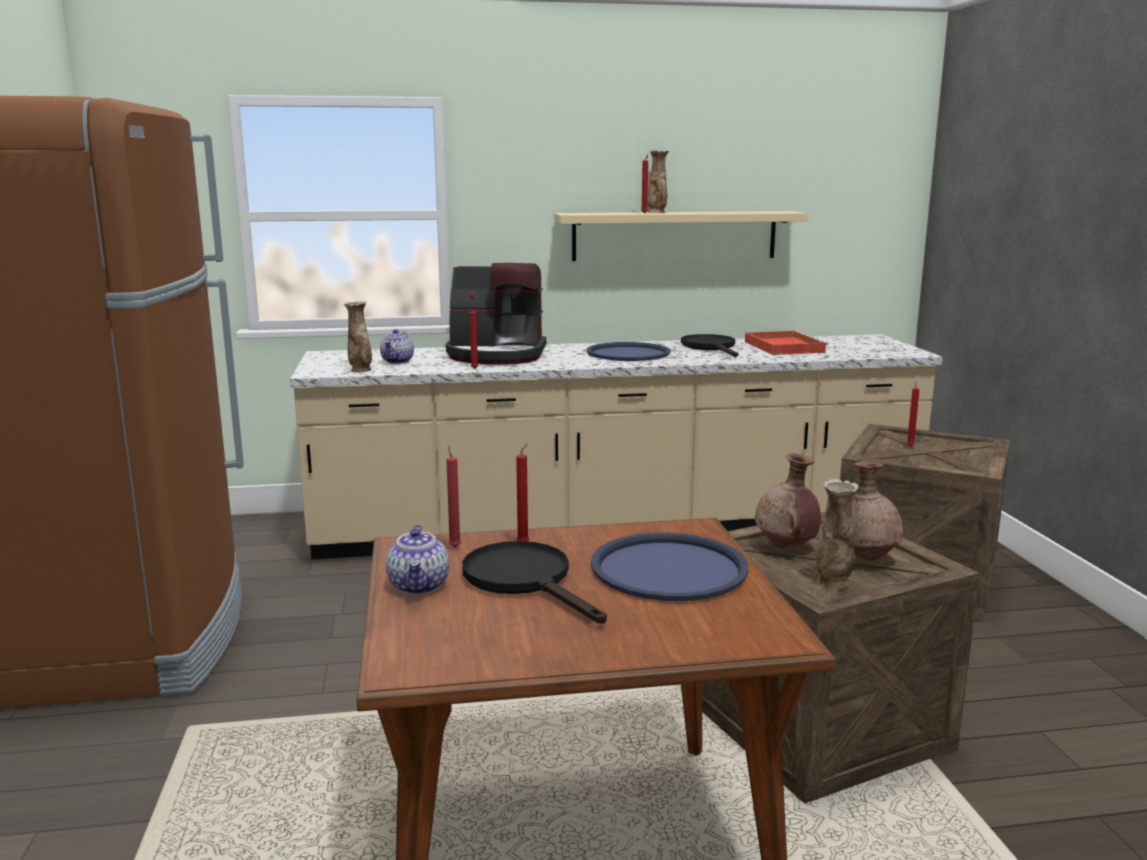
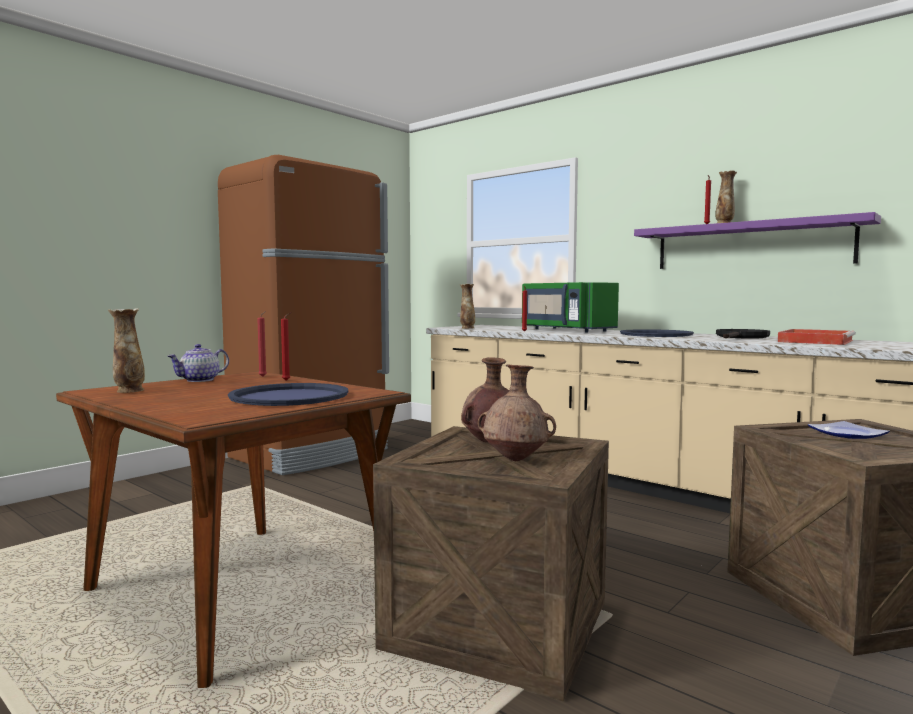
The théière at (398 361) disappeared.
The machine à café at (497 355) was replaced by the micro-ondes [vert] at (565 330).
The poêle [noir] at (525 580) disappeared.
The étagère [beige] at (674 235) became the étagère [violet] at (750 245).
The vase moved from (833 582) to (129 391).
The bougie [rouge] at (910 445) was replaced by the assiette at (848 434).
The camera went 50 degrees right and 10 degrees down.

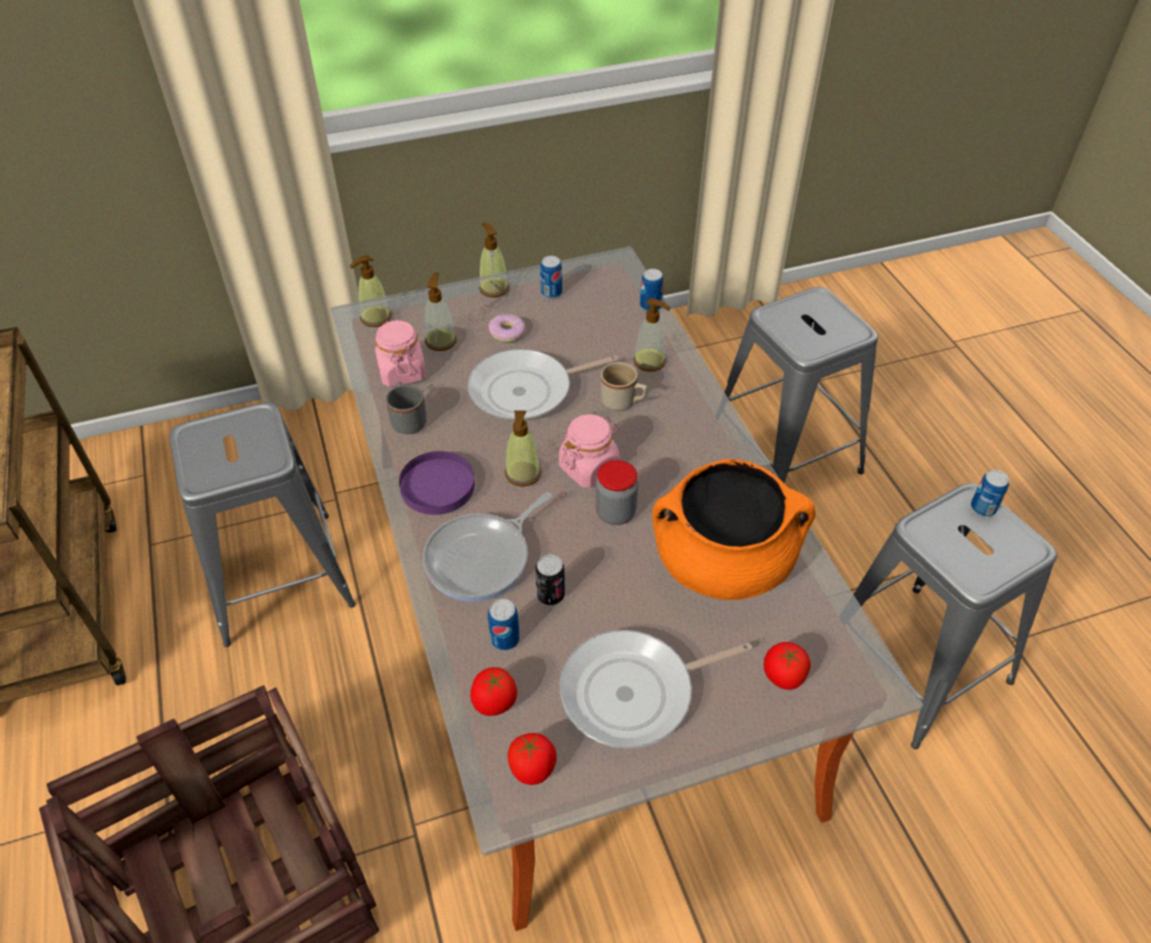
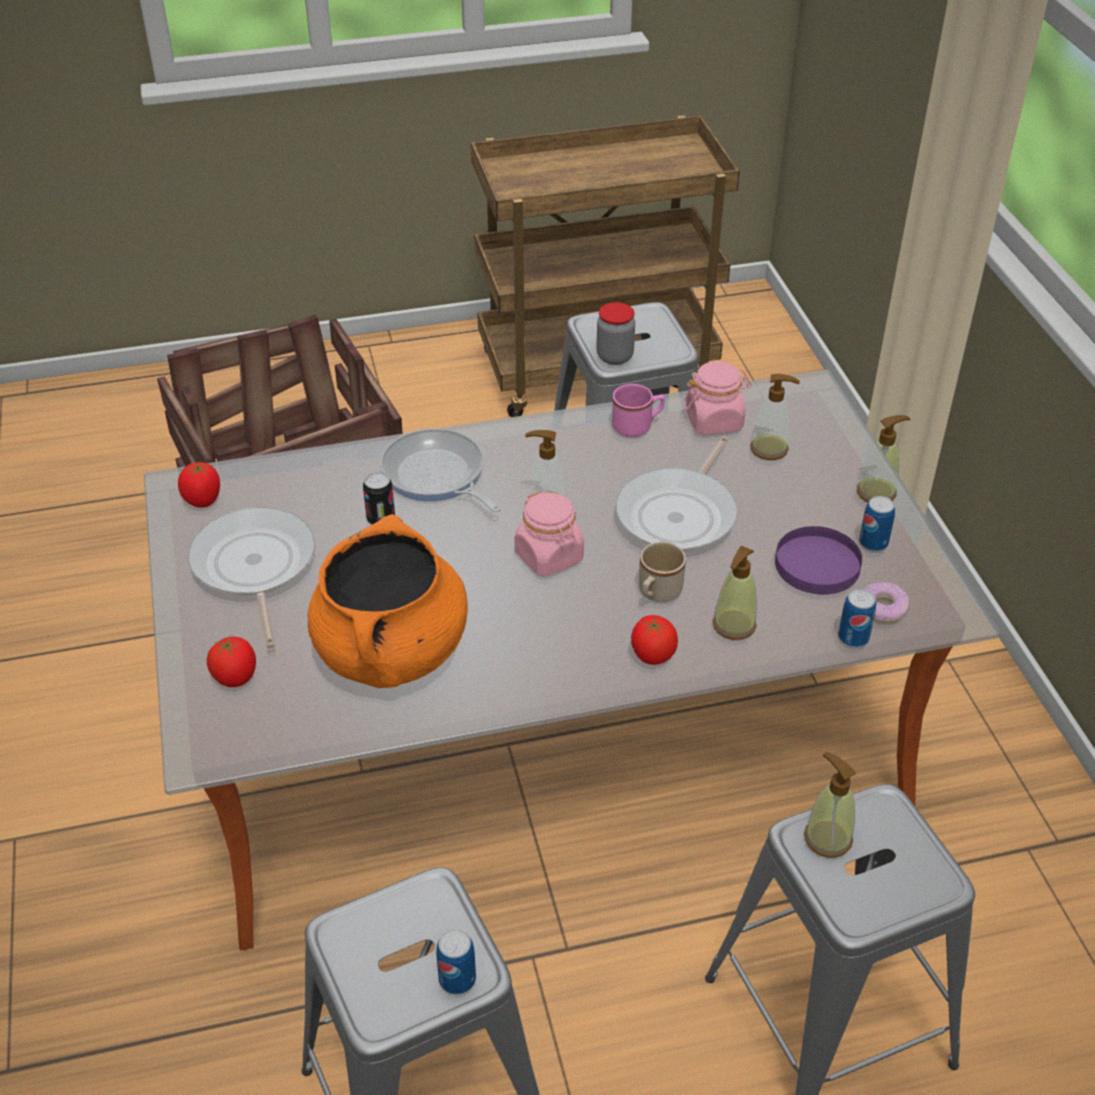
The distributeur de savon moved from (375 318) to (827 838).
The mug [gris] at (408 419) became the mug [rose] at (637 426).
The assiette [violet] moved from (438 485) to (818 564).
The poêle at (526 391) turned 135 degrees counterclockwise.
The tomate moved from (494 703) to (652 655).
The beignet moved from (507 333) to (883 608).
The boîte métallique at (505 639) disappeared.
The bocal moved from (615 513) to (614 357).
The camera went 95 degrees right and 5 degrees down.

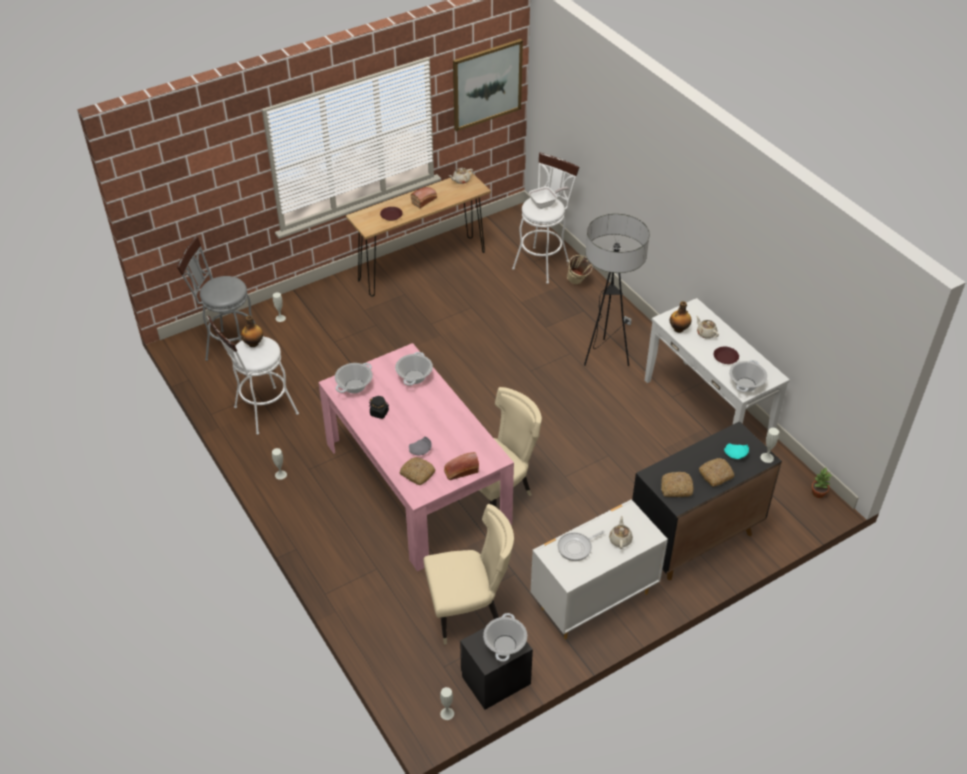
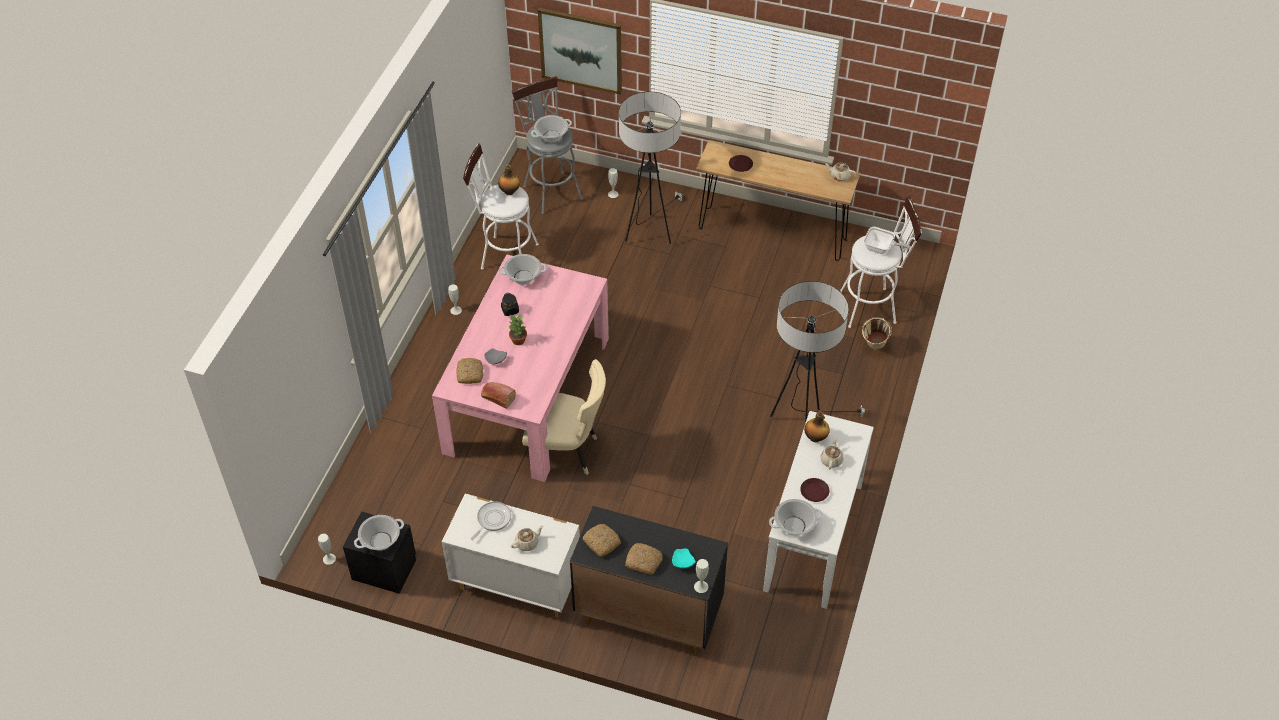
The marmite moved from (414 377) to (552 136).
The pain at (425 200) disappeared.
The chaise [beige] at (469 610) disappeared.
The tableau moved from (487 84) to (581 50).
The poêle at (576 547) turned 105 degrees clockwise.
The plante en pot moved from (818 493) to (518 340).
The lampadaire at (650 234) appeared.
The camera went 50 degrees right and 5 degrees up.

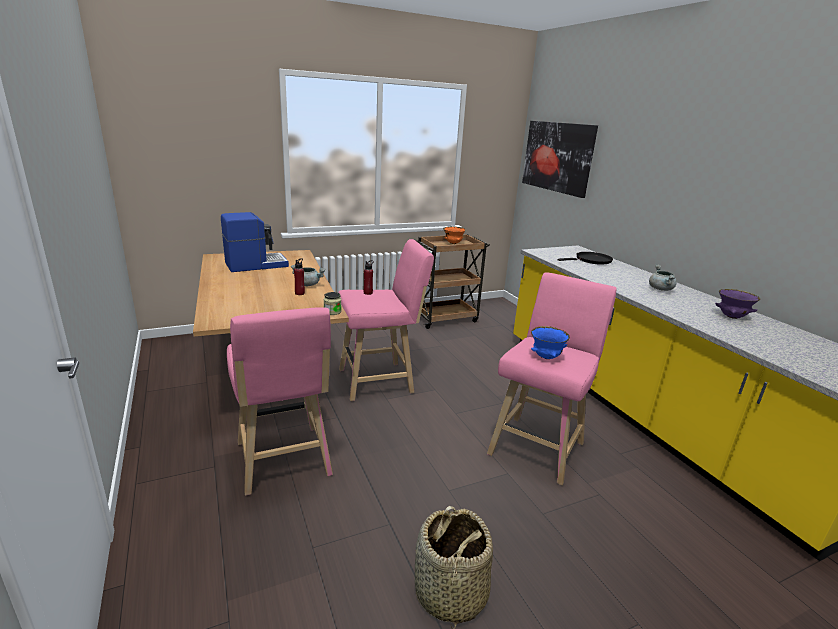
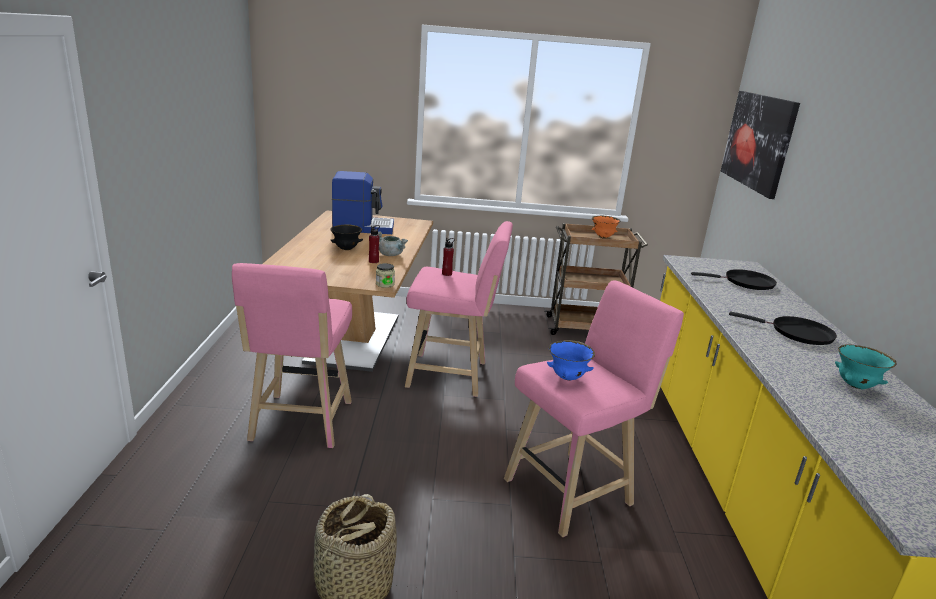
The marmite [gris] at (661 289) was replaced by the poêle [noir] at (797 333).
The bol [violet] at (732 317) became the bol [turquoise] at (856 386).
The bol [noir] at (346 249) appeared.
The camera went 25 degrees right and 0 degrees up.

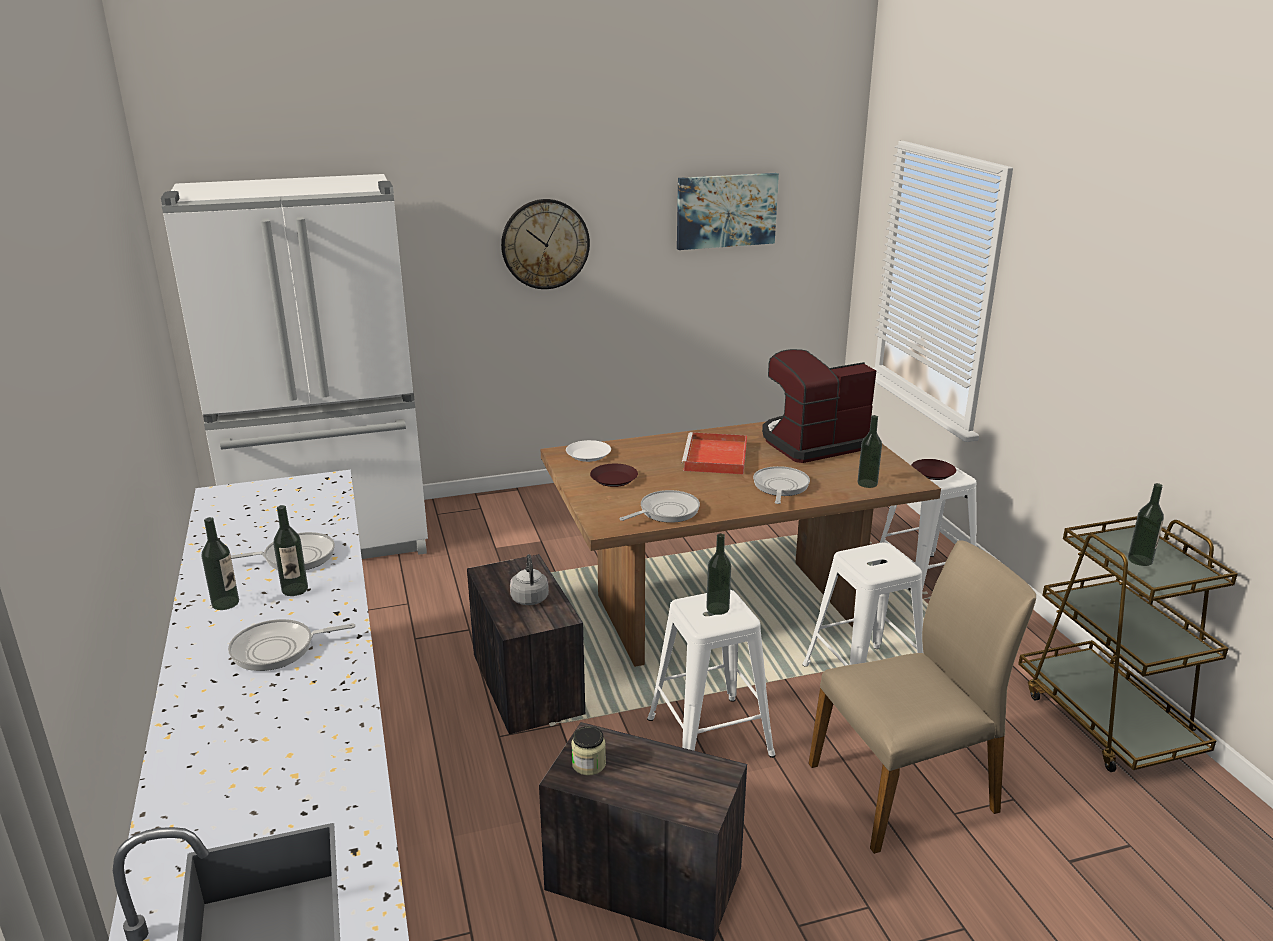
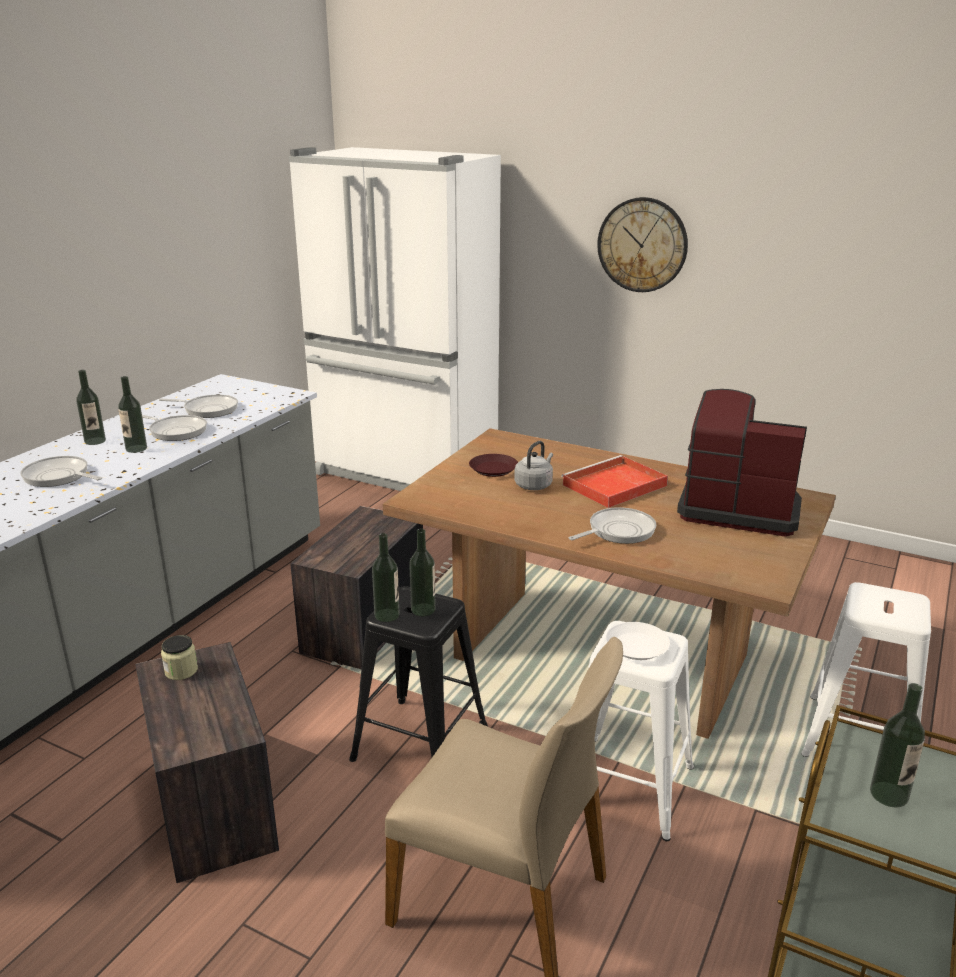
The bouilloire [gris] moved from (529 597) to (534 485).
The assiette [blanc] moved from (588 455) to (636 646).
The poêle moved from (666 511) to (208 409).
The tabouret [blanc] at (709 737) became the tabouret [noir] at (418 743).
The tableau at (726 210) disappeared.
The bouteille moved from (867 483) to (387 615).
The assiette [marron] at (932 473) disappeared.
The camera went 45 degrees right and 0 degrees up.

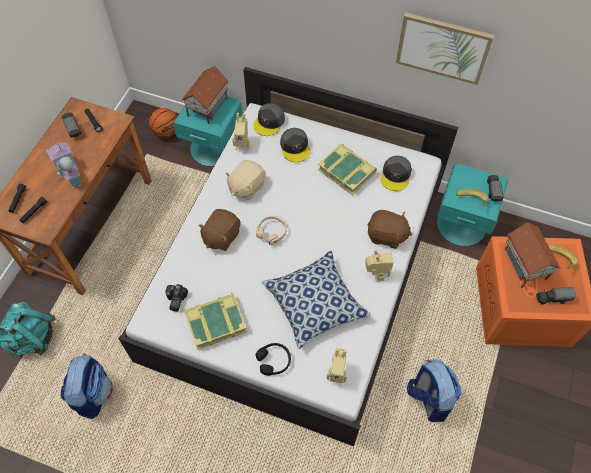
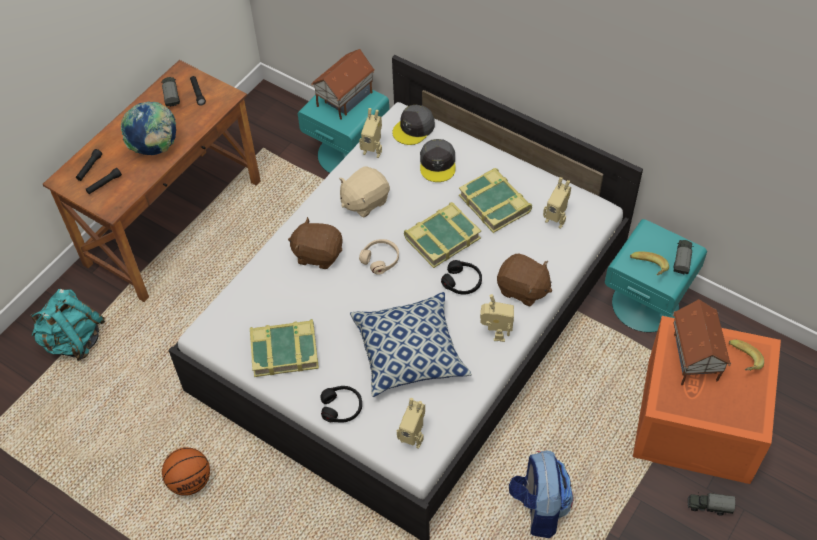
The maison miniature at (70 174) was replaced by the globe at (155 148).
The sac à dos at (93 394) disappeared.
The ballon de basket moved from (166 132) to (190 481).
The appareil photo at (175 300) disappeared.
The peluche [marron] at (221 236) turned 60 degrees clockwise.
The casquette [gris] at (396 175) was replaced by the robot jouet at (556 219).
The tableau at (443 47) disappeared.
The camion jouet moved from (552 298) to (709 506).
The livre at (441 238) appeared.
The casque audio [noir] at (462 282) appeared.
The camera went 15 degrees right and 5 degrees down.

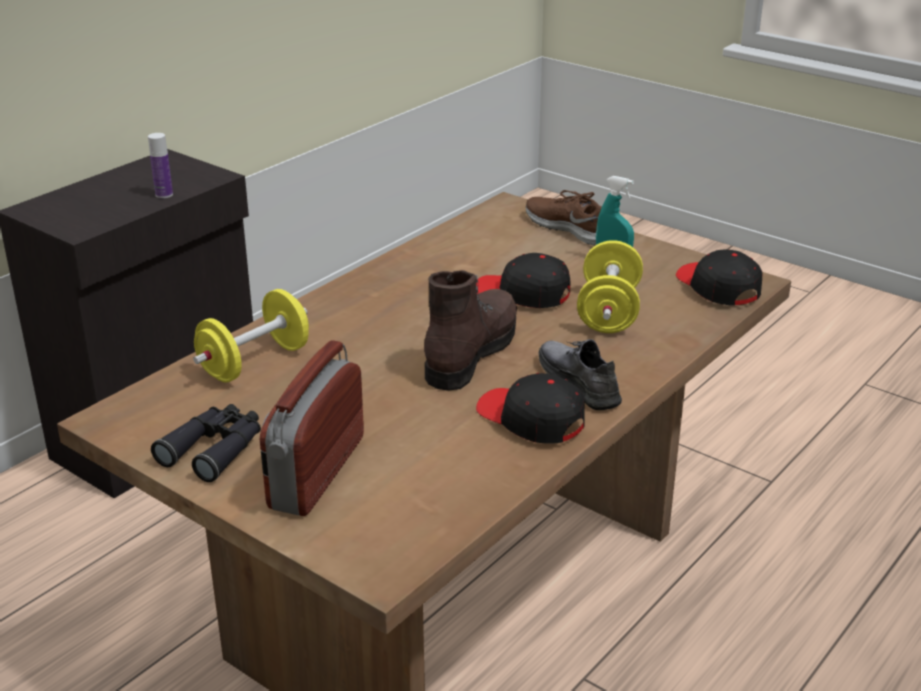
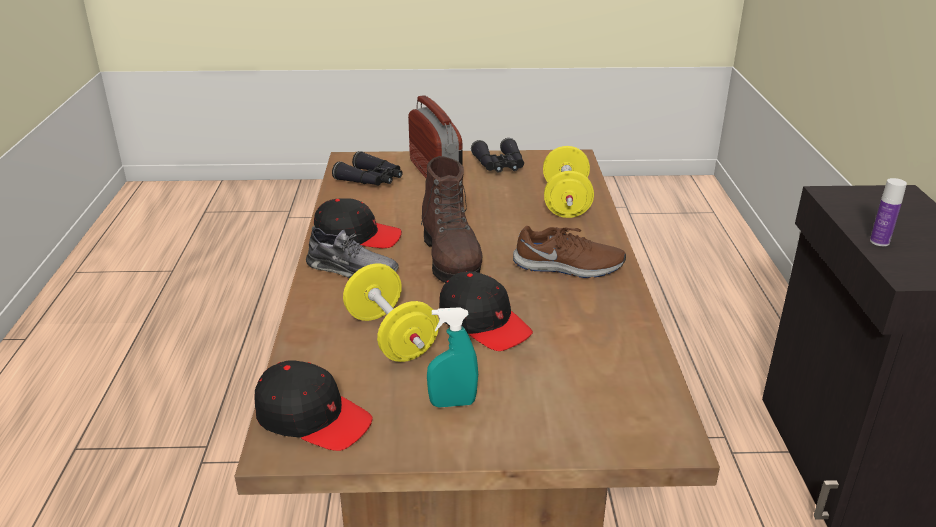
The casquette [noir] at (522 294) turned 60 degrees clockwise.
The chaussure [marron] moved from (570 228) to (568 267).
The jumelles [noir] at (371 179) appeared.
The camera went 140 degrees right and 0 degrees up.

